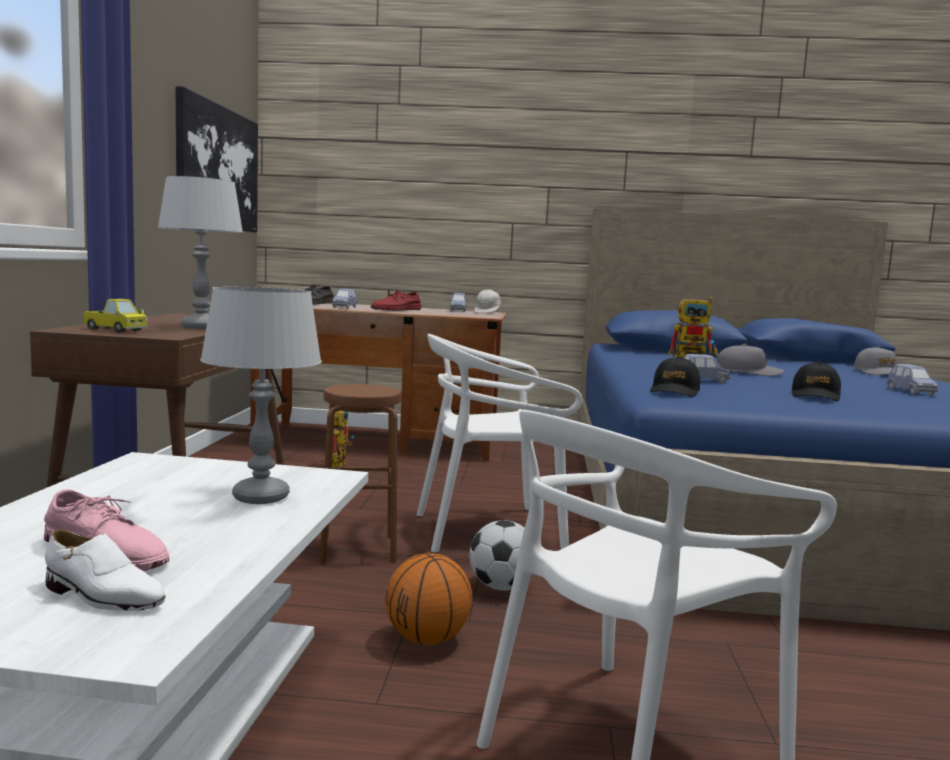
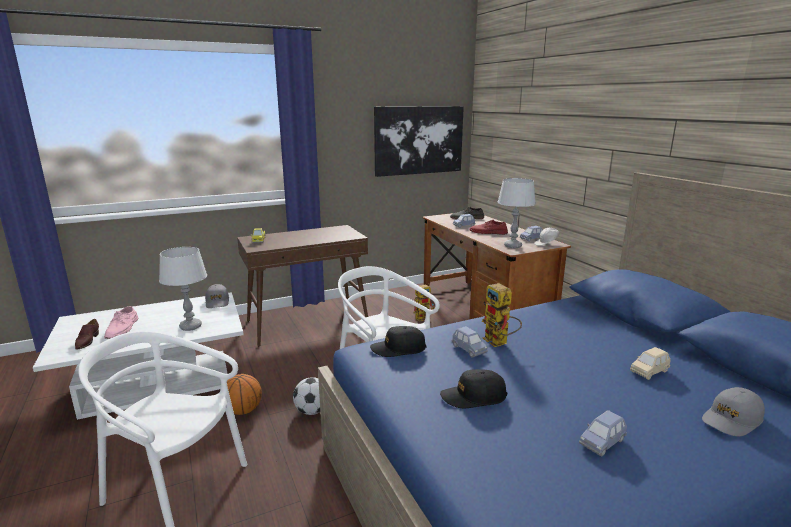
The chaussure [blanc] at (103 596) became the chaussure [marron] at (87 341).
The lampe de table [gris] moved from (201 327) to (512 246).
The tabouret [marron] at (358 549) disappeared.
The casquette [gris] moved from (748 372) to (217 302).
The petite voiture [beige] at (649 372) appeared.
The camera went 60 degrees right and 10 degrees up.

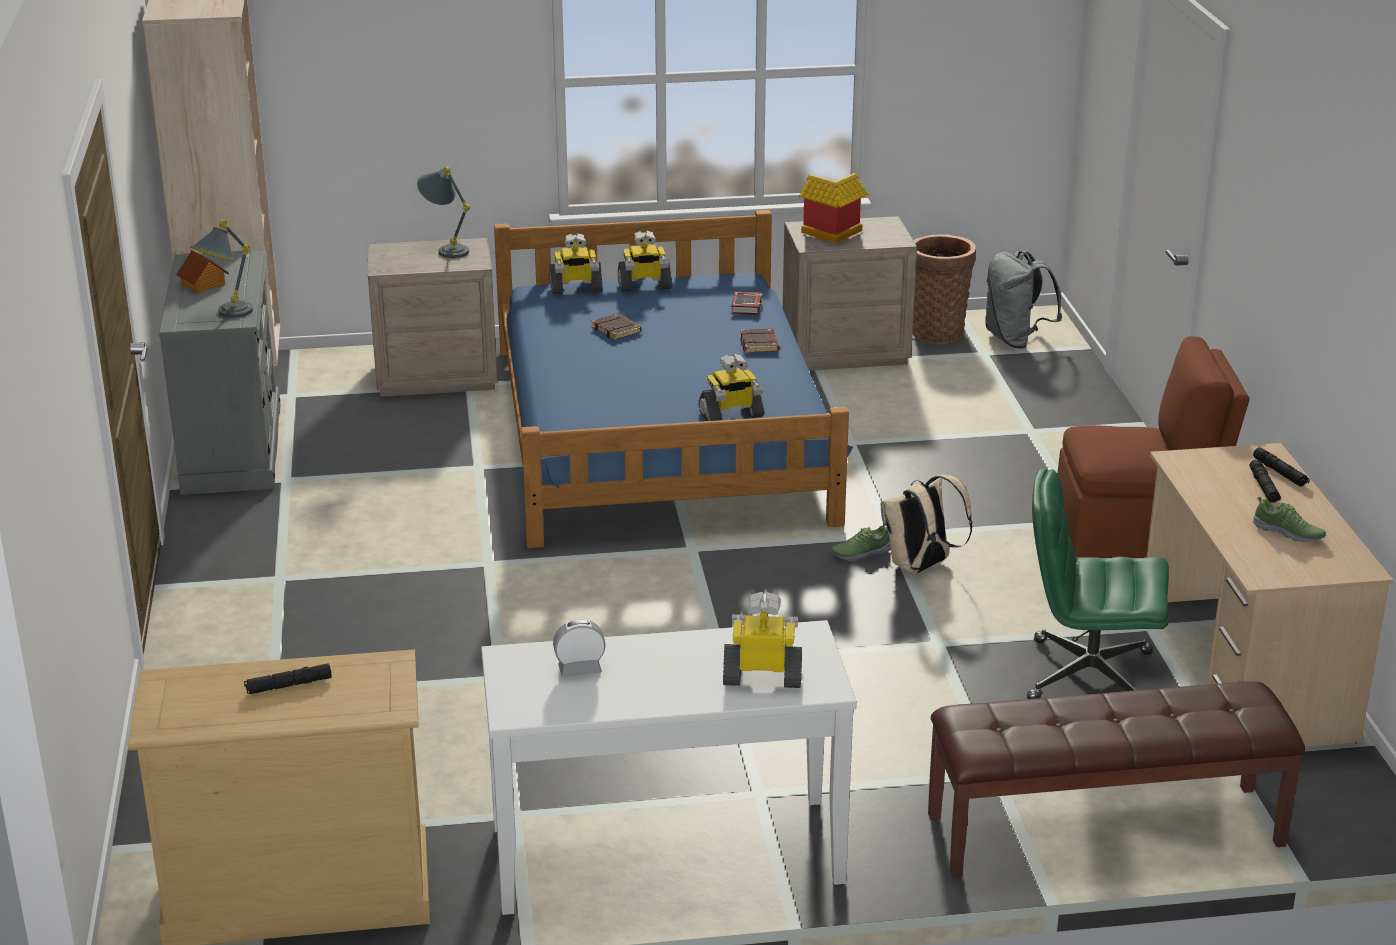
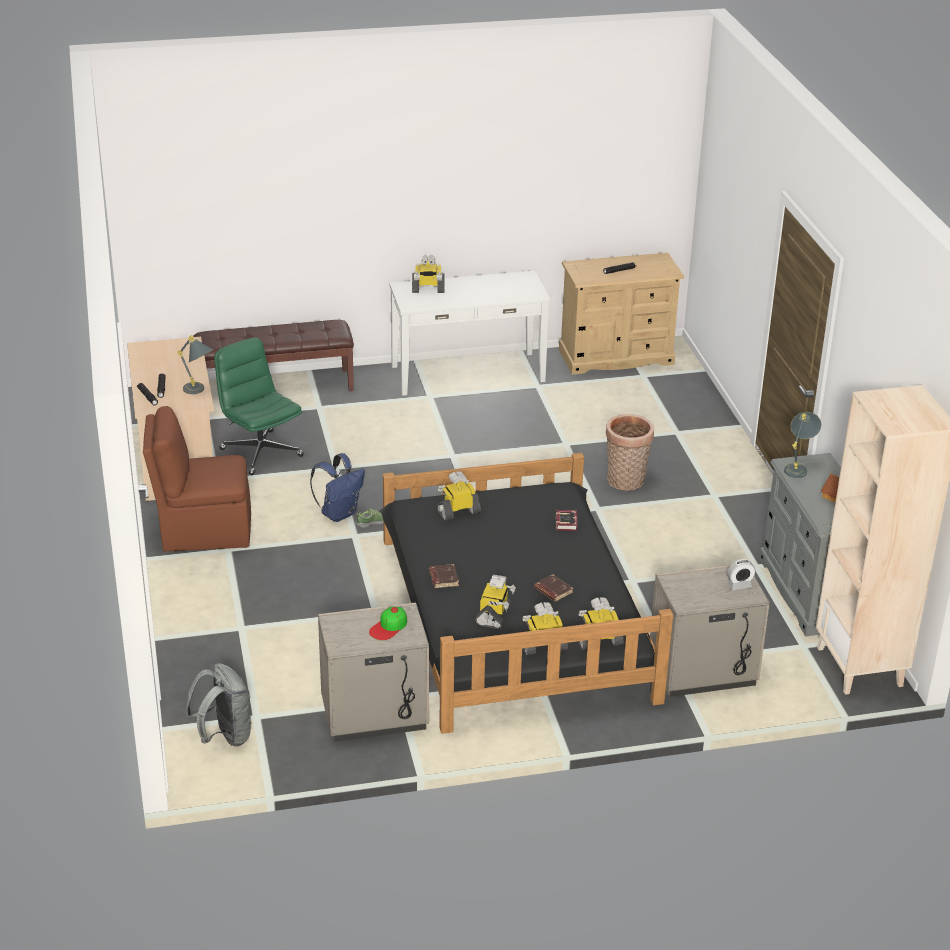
The lampe de table [gris] moved from (446 249) to (199 391).
The lit [bleu] at (660 432) became the lit [noir] at (514 617).
The réveil moved from (580 669) to (739 585).
The livre moved from (745 308) to (567 522).
The maison miniature at (831 234) was replaced by the casquette at (388 627).
The sac à dos [beige] at (920 567) became the sac à dos [bleu] at (339 513).
The panier moved from (937 331) to (625 482).
The chaise de bureau [vert] at (1087 677) turned 135 degrees counterclockwise.
The chaussure at (1288 533) disappeared.
The robot jouet at (494 615) appeared.
The camera went 175 degrees right and 5 degrees up.

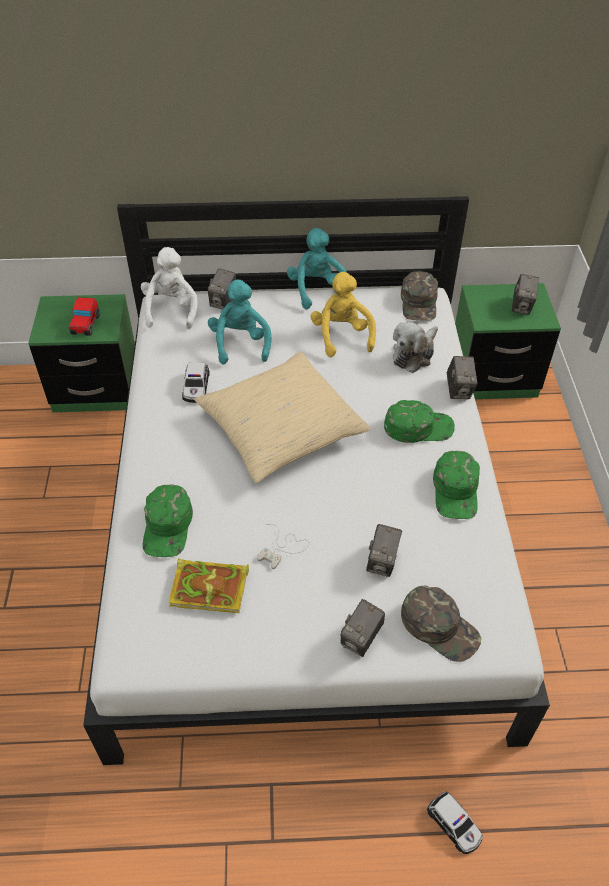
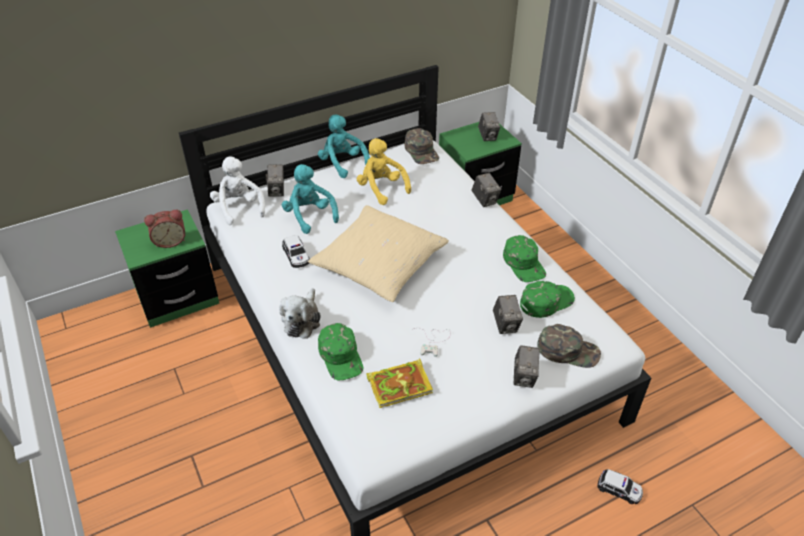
The petite voiture at (85 325) was replaced by the réveil at (170 241).
The casquette [vert] moved from (418 427) to (546 301).
The peluche moved from (414 354) to (302 320).
The camera went 25 degrees left and 5 degrees down.

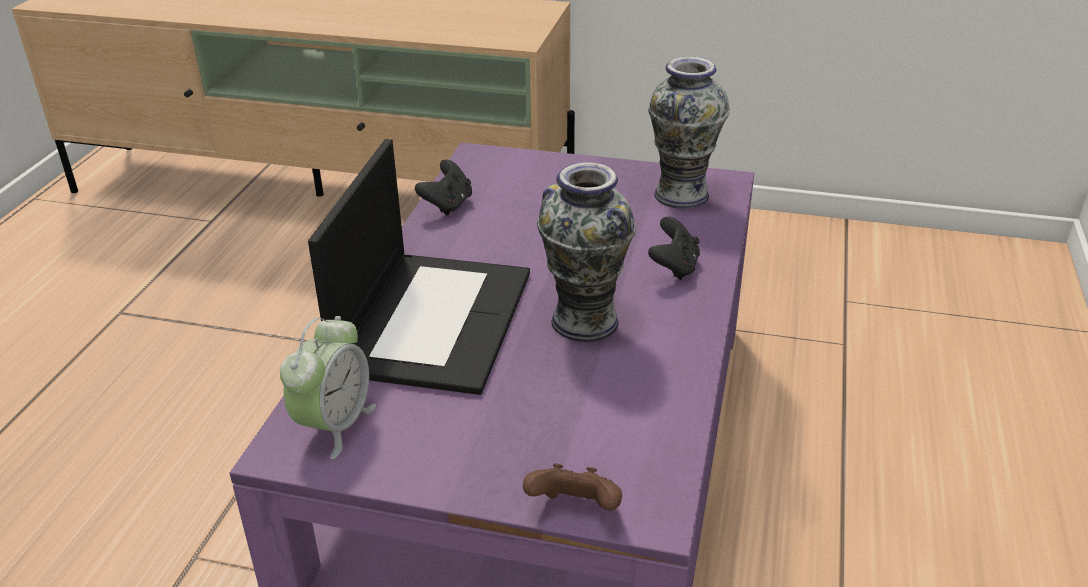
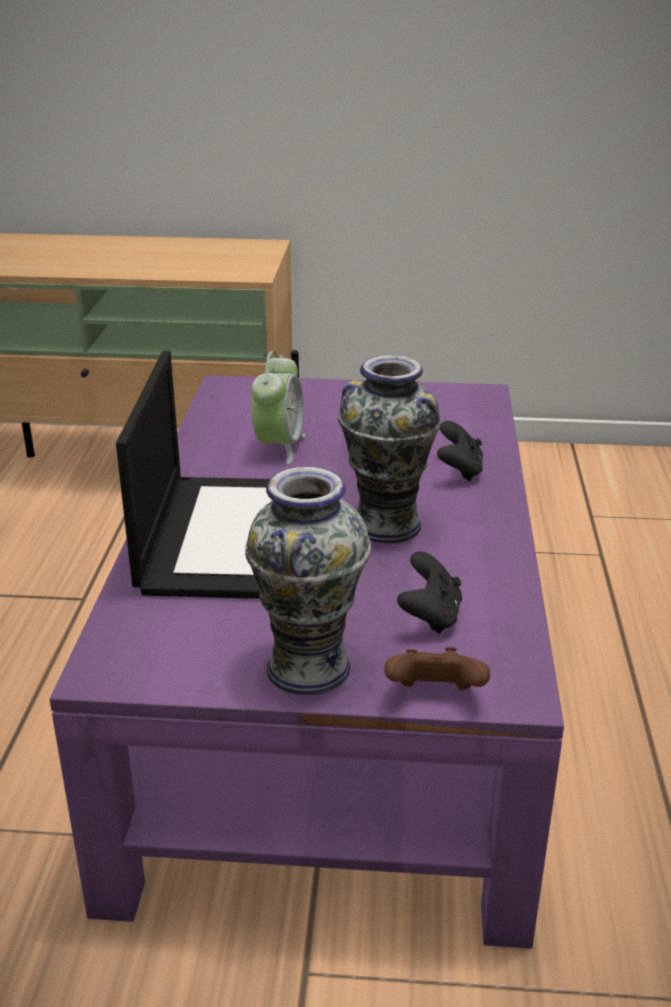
The réveil moved from (334 425) to (279 447).
The manette [noir] moved from (447 205) to (430 616).
The vase moved from (680 194) to (307 667).
The camera went 10 degrees left and 5 degrees down.

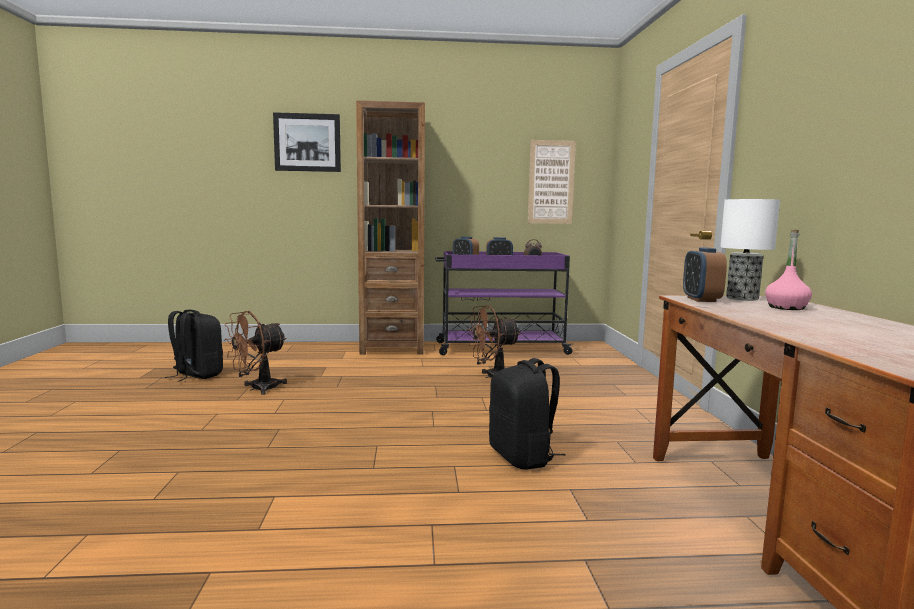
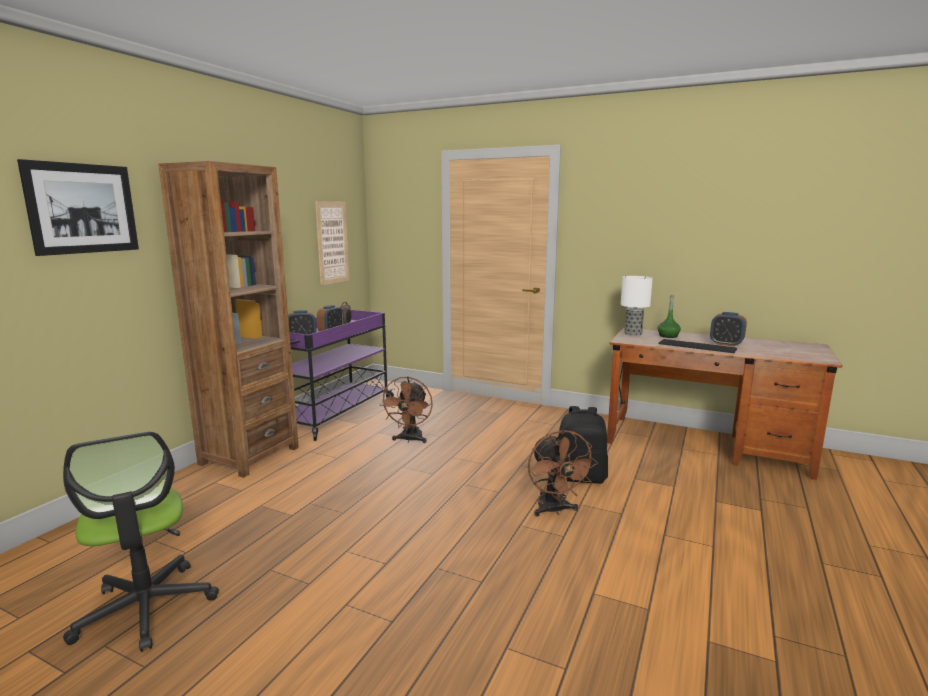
The sac à dos [noir] at (196 375) was replaced by the chaise de bureau at (146 608).
The ventilateur [marron] moved from (257 389) to (555 510).
The réveil moved from (701 299) to (726 344).
The bouteille [rose] at (786 307) became the bouteille [vert] at (668 336).
The clavier at (697 346) appeared.
The camera went 60 degrees left and 5 degrees up.

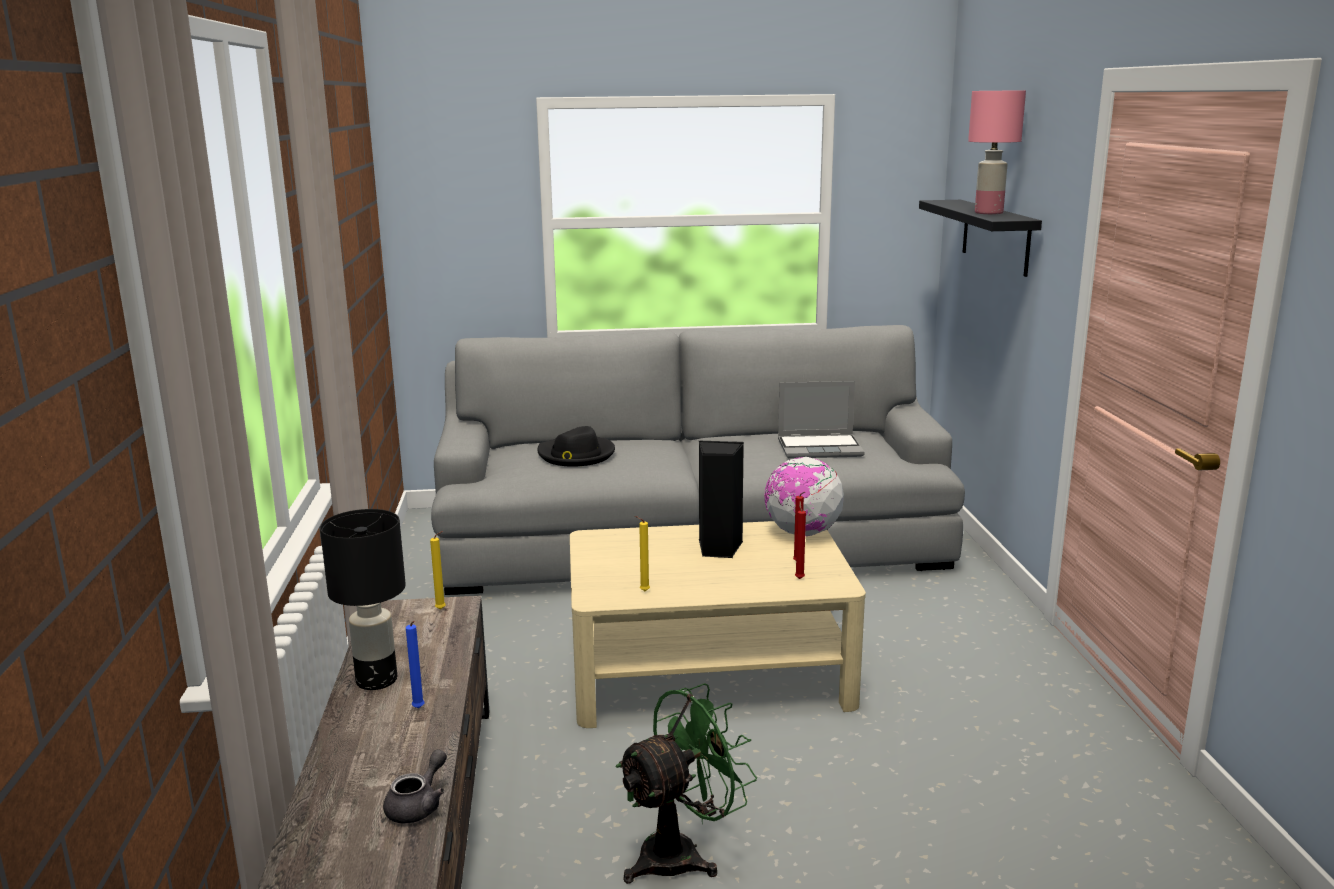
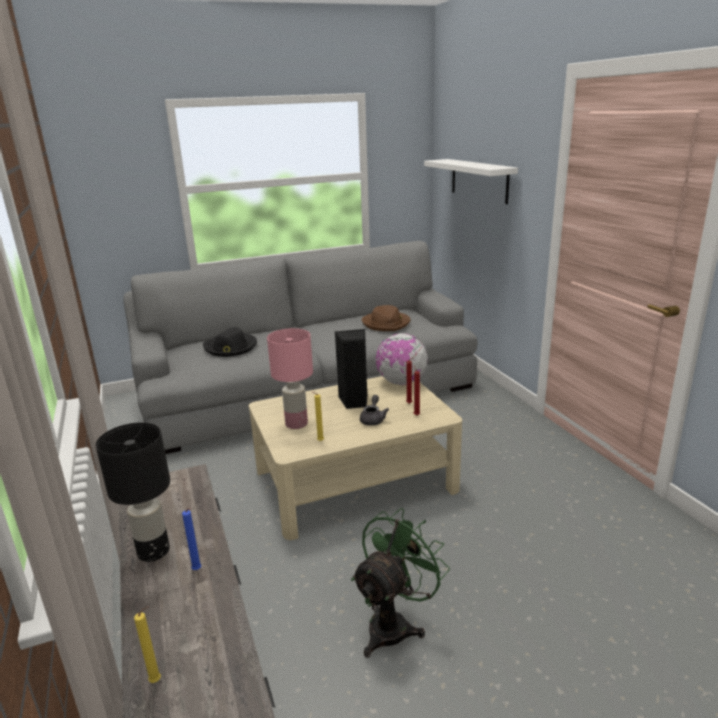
The théière [gris] moved from (418 805) to (373 419).
The bougie [jaune] moved from (442 609) to (157 681).
The ordinateur portable at (820 448) was replaced by the chapeau [marron] at (386 323).
The étagère [noir] at (995 236) became the étagère [blanc] at (479 180).
The lampe de table [rose] moved from (988 213) to (296 424).
The camera went 15 degrees left and 5 degrees up.

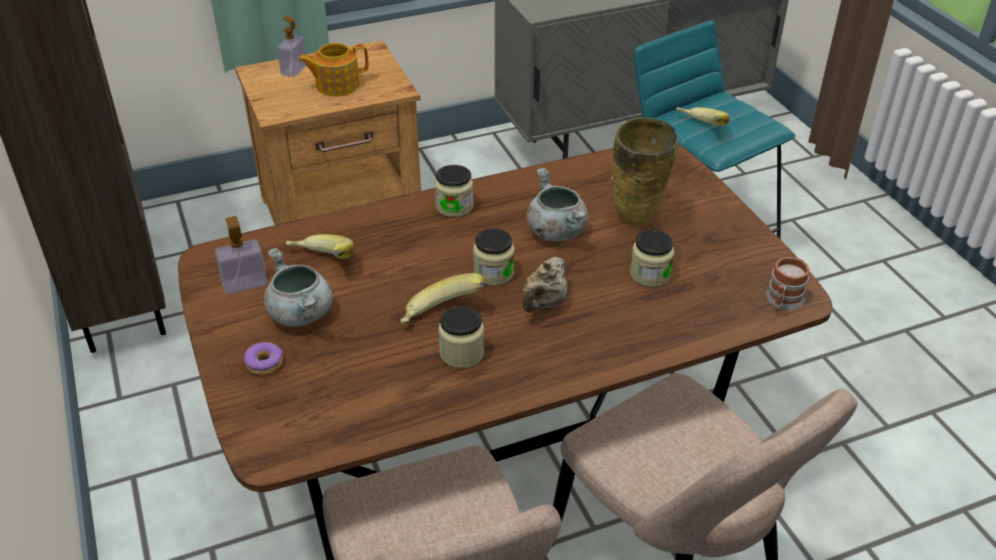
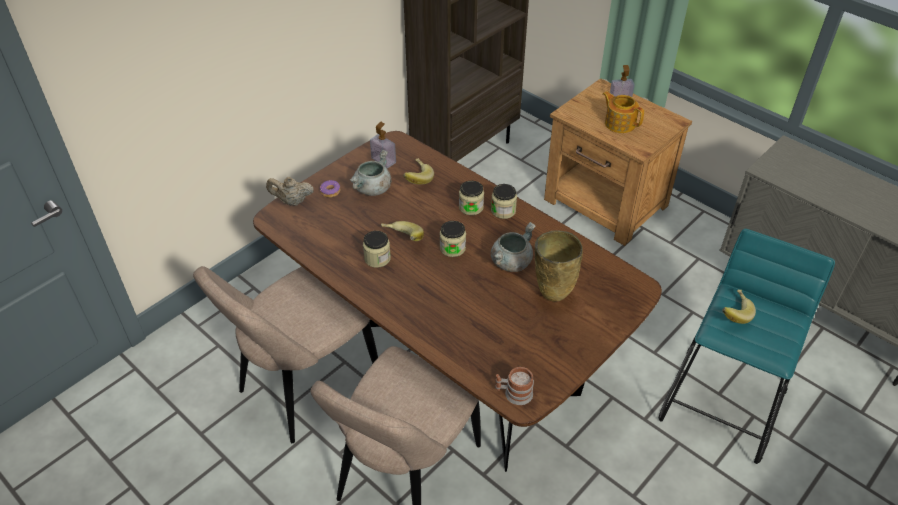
The théière [beige] moved from (544 305) to (292 201).
The bocal moved from (650 274) to (471 207).
The camera went 65 degrees right and 5 degrees up.

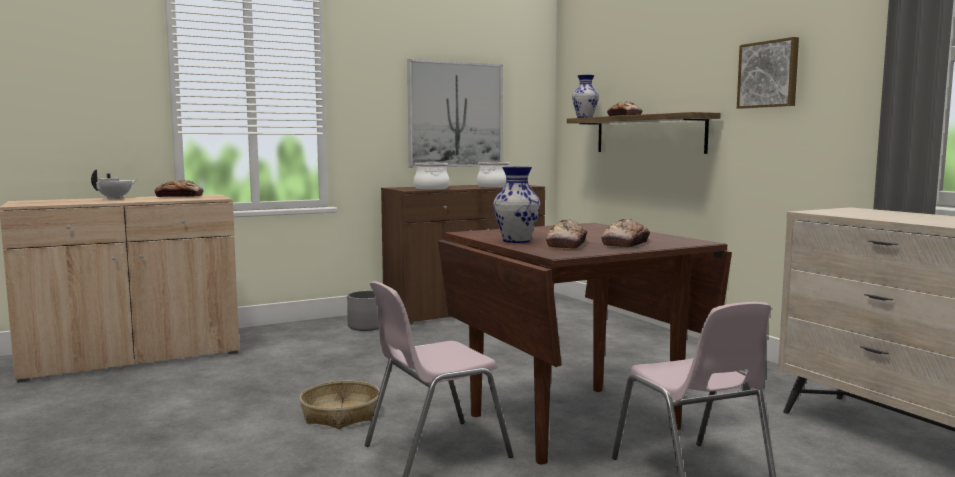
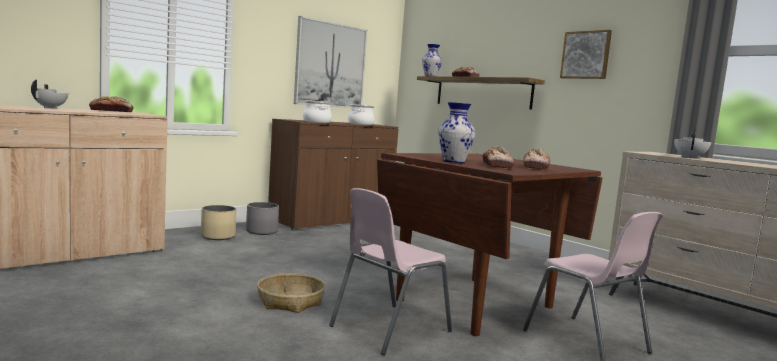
The cache-pot [beige] at (218 236) appeared.
The théière [blanc] at (690 157) appeared.
The camera went 15 degrees left and 0 degrees up.

